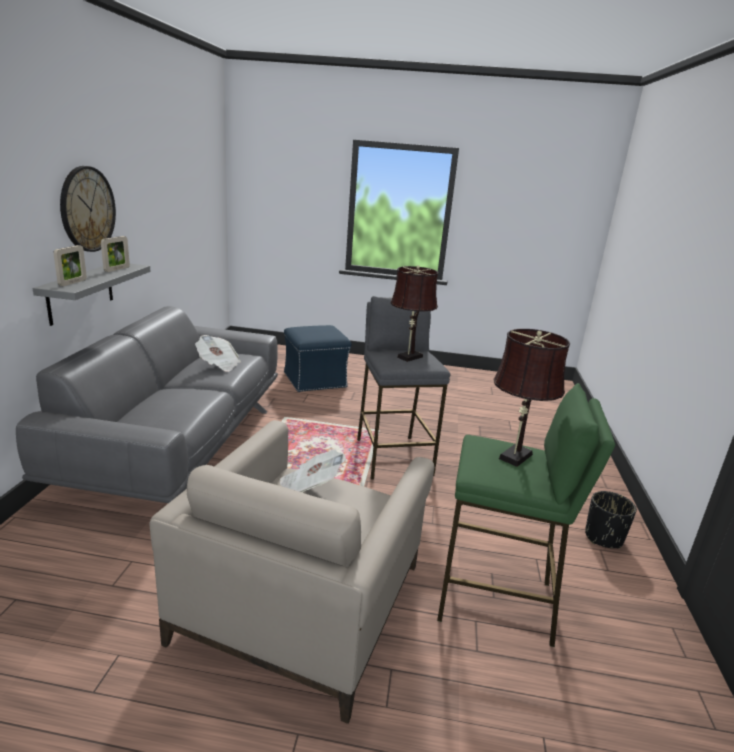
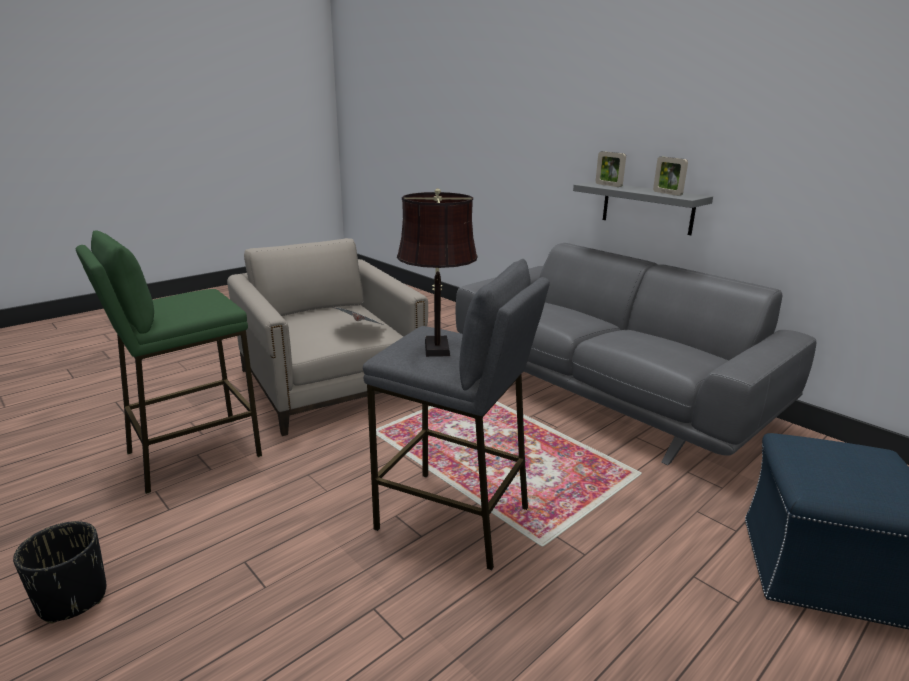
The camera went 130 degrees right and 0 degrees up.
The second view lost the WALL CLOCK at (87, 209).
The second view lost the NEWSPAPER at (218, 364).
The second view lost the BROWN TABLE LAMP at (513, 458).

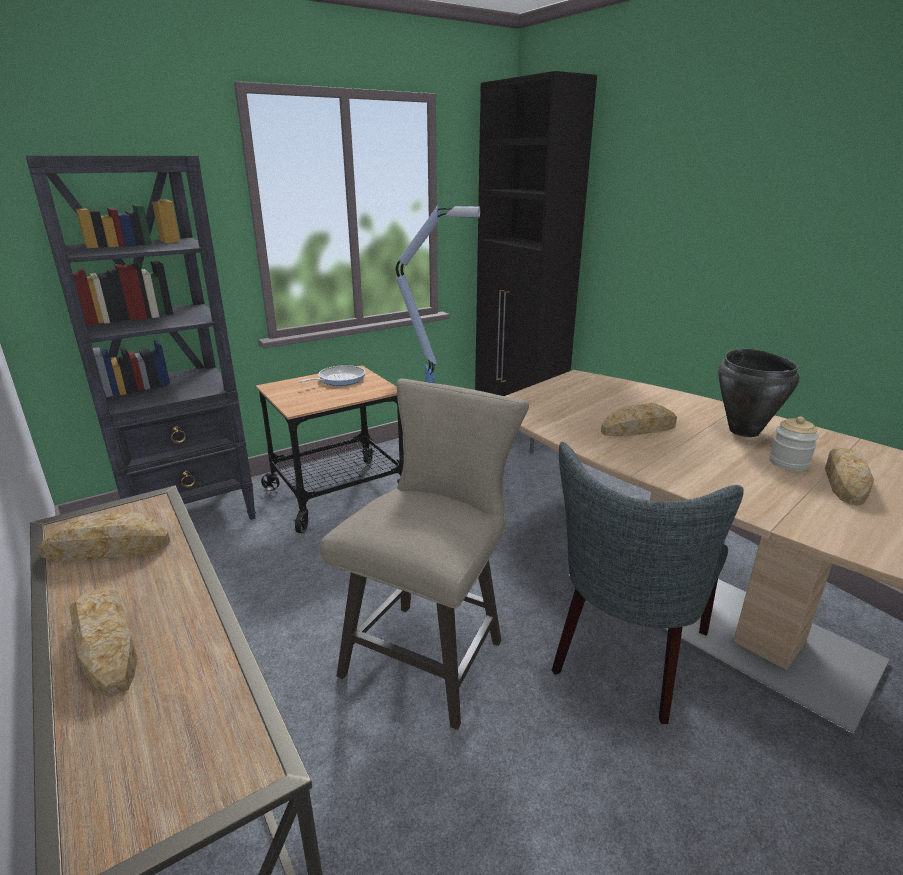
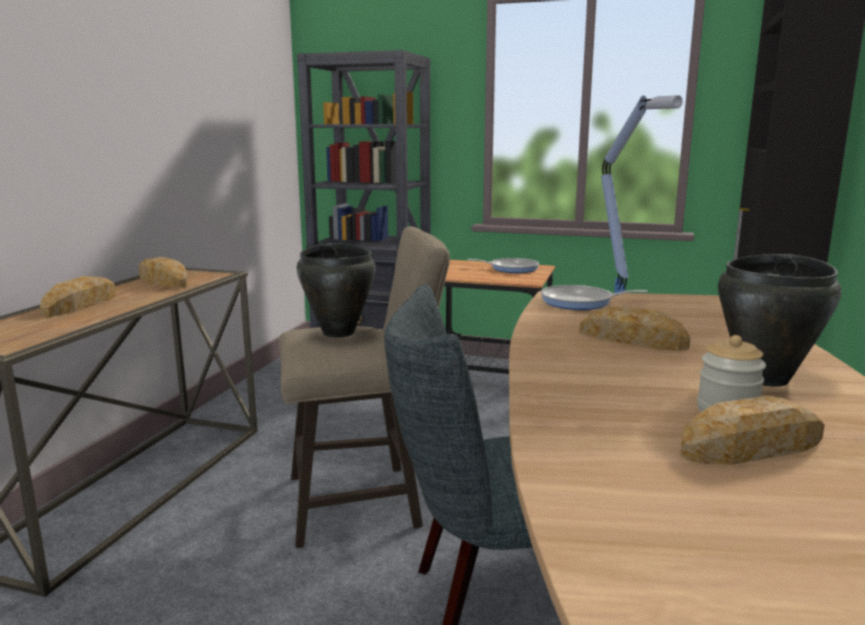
The camera went 50 degrees right and 10 degrees down.
The second view gained the BLACK COOKING POT at (339, 332).
The second view gained the FRYING PAN at (580, 302).

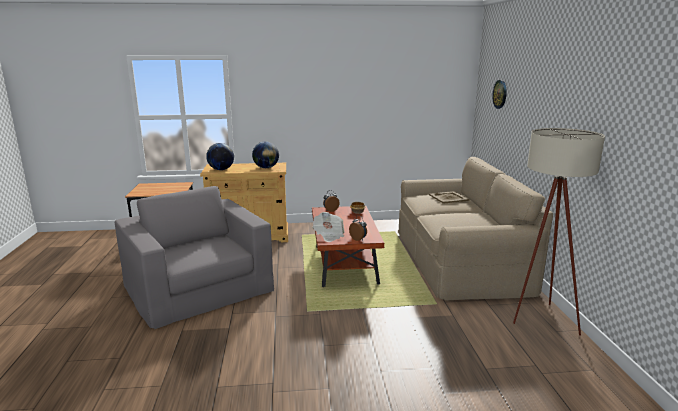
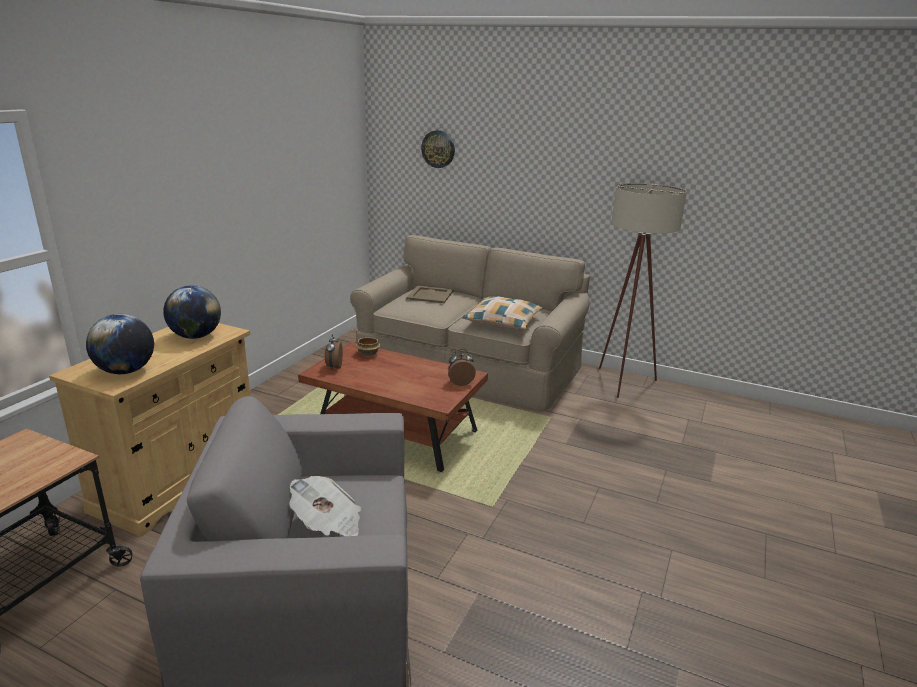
The camera went 60 degrees left and 5 degrees up.
The NEWSPAPER ended up elsewhere, having gone from (328, 235) to (328, 523).
The second view gained the PILLOW at (503, 321).

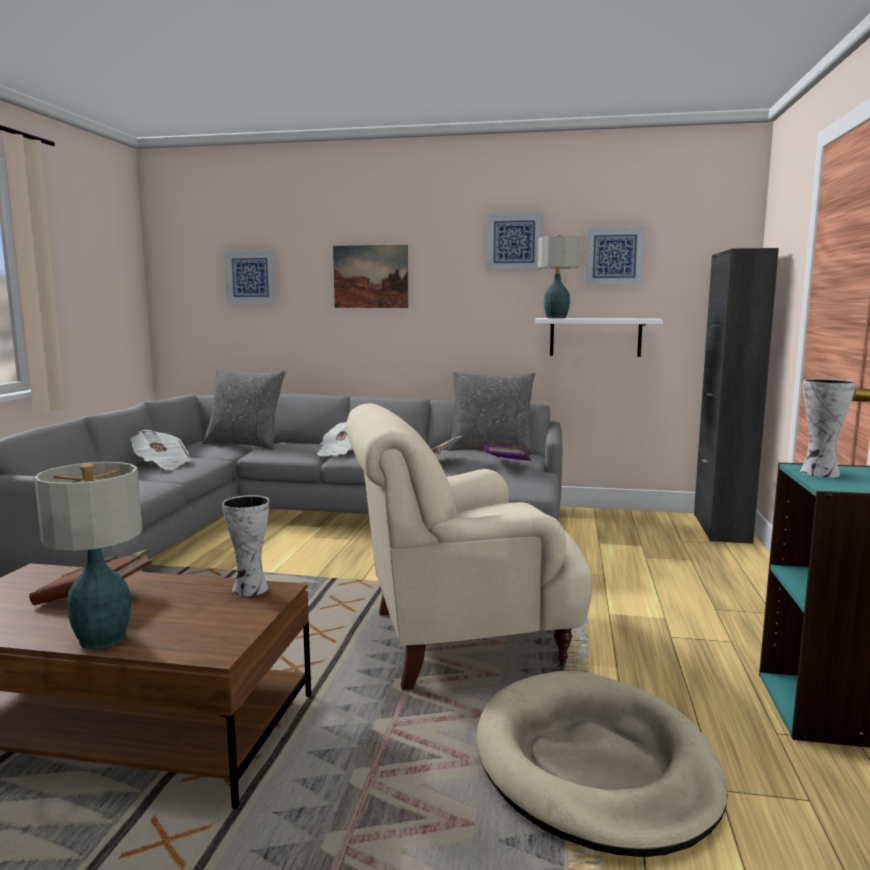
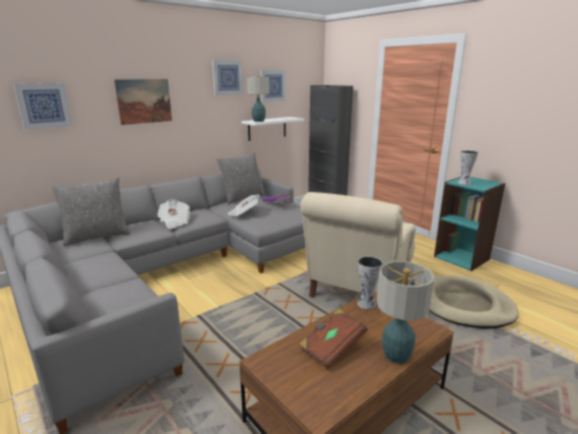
The camera went 50 degrees left and 10 degrees up.
The second view lost the NEWSPAPER at (162, 464).

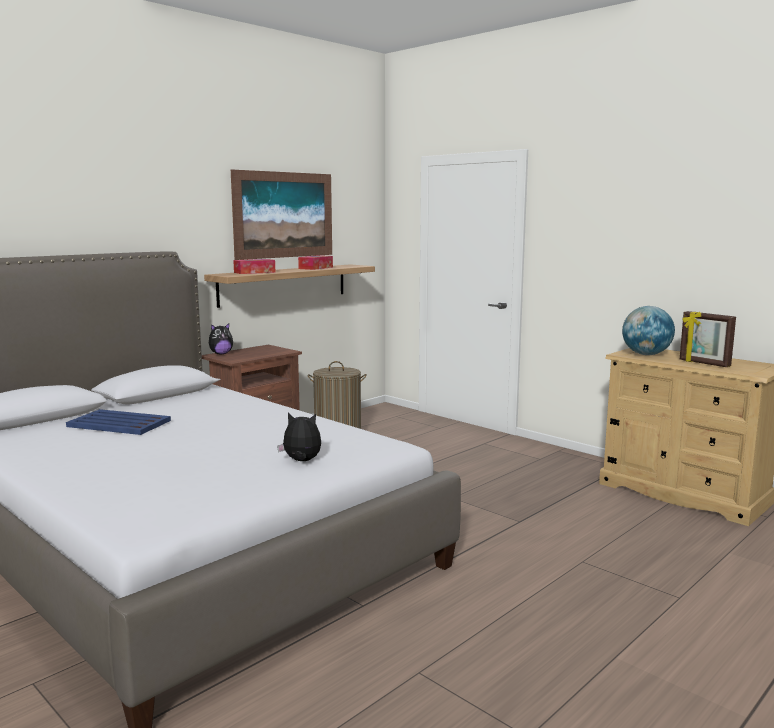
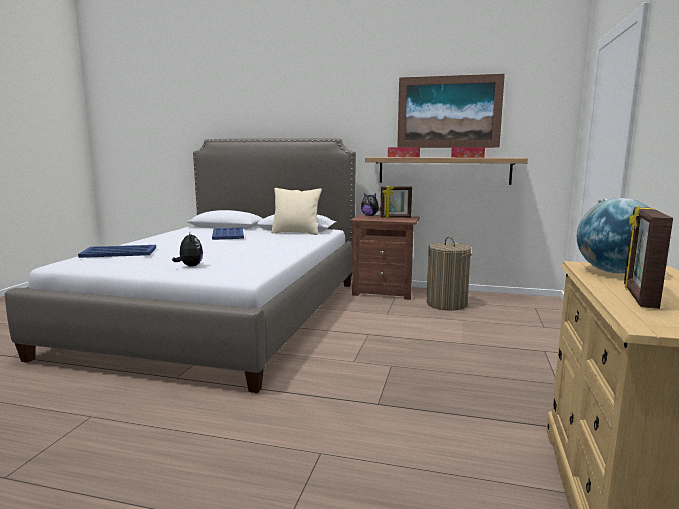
The camera went 60 degrees right and 0 degrees up.
The second view gained the BLUE TRAY at (118, 252).
The second view gained the BEIGE PILLOW at (296, 233).
The second view gained the PICTURE FRAME at (395, 217).

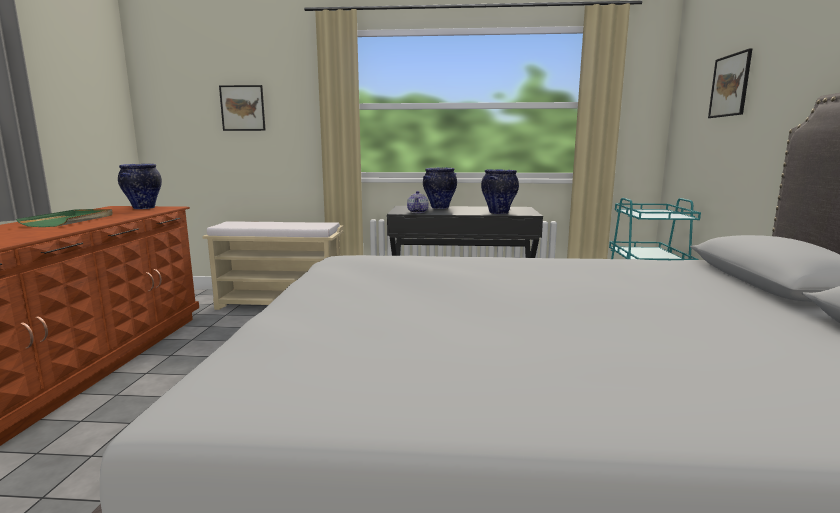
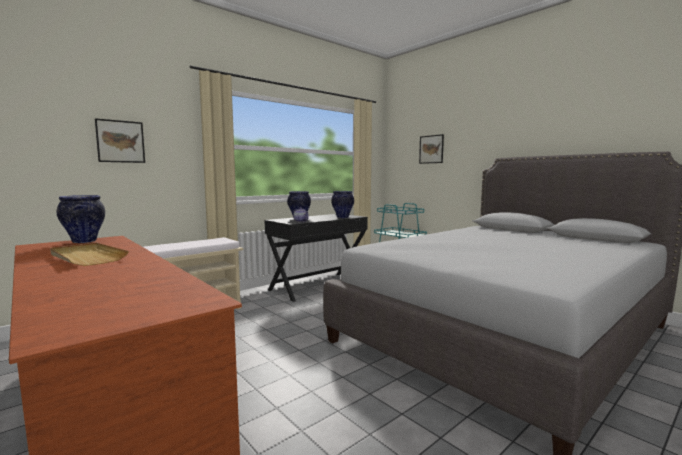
The camera went 45 degrees left and 5 degrees down.
What was the GREEN TRAY at (71, 220) turned into the BEIGE TRAY at (87, 257).

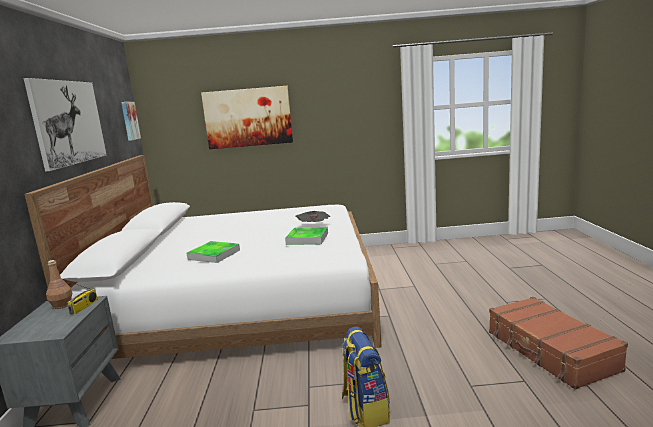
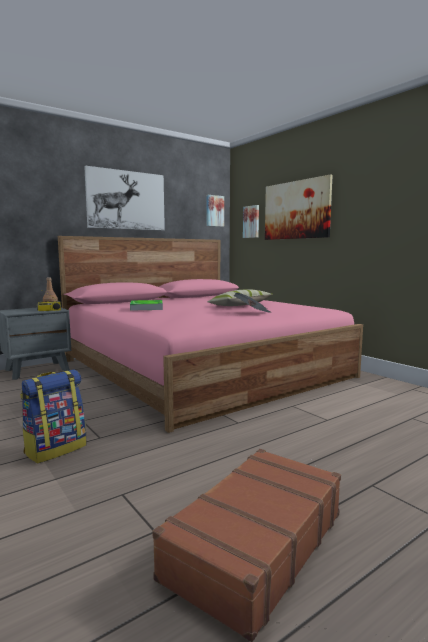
The camera went 55 degrees right and 5 degrees down.
What was the WHITE BED at (244, 299) turned into the PINK BED at (202, 368).
The second view gained the PILLOW at (240, 305).
The second view gained the PICTURE at (251, 222).
The second view lost the TRAY at (307, 238).

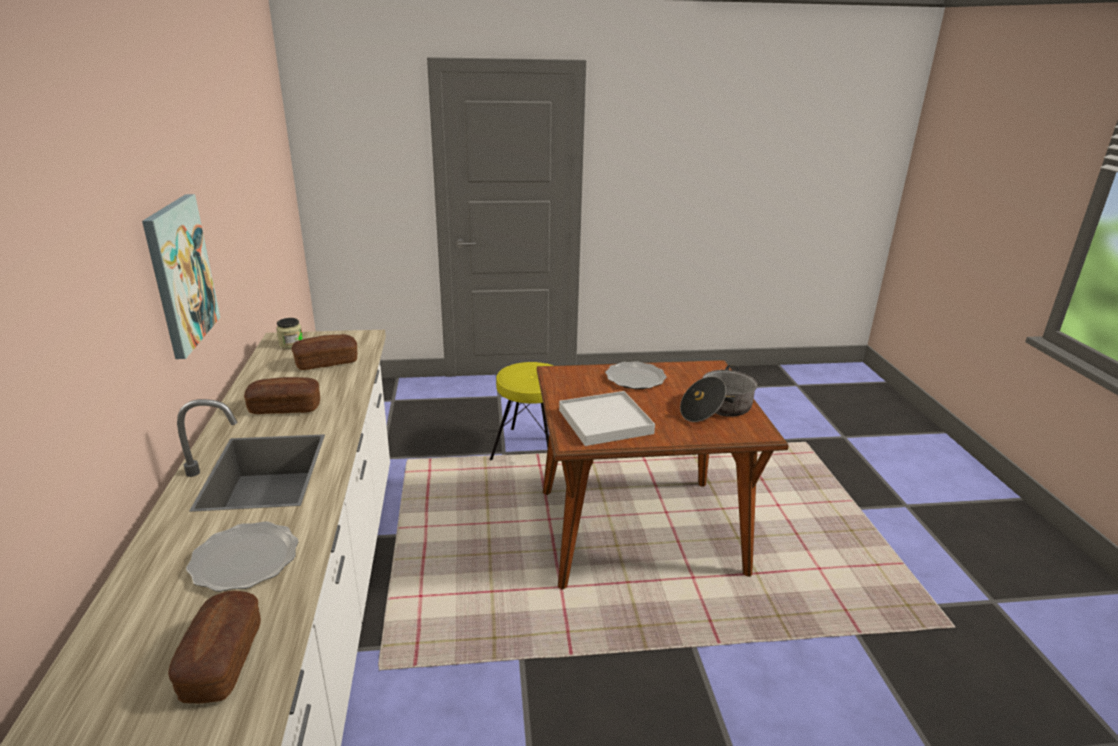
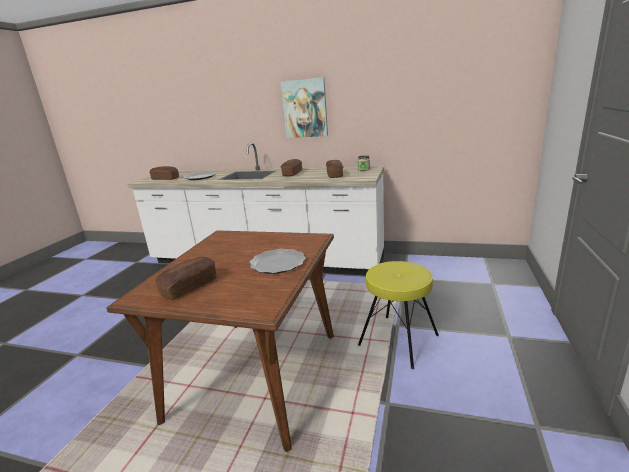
The camera went 115 degrees right and 5 degrees down.
Where the COOKING POT stood at (716, 409), the BREAD came to stand at (189, 287).
The second view lost the WHITE TRAY at (605, 421).

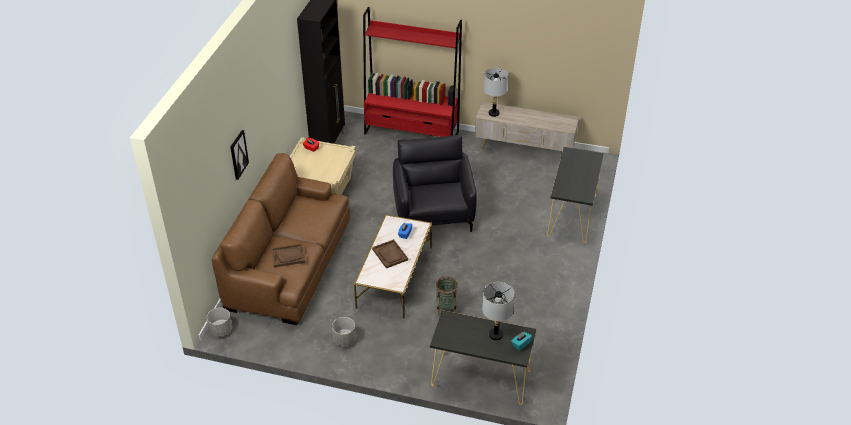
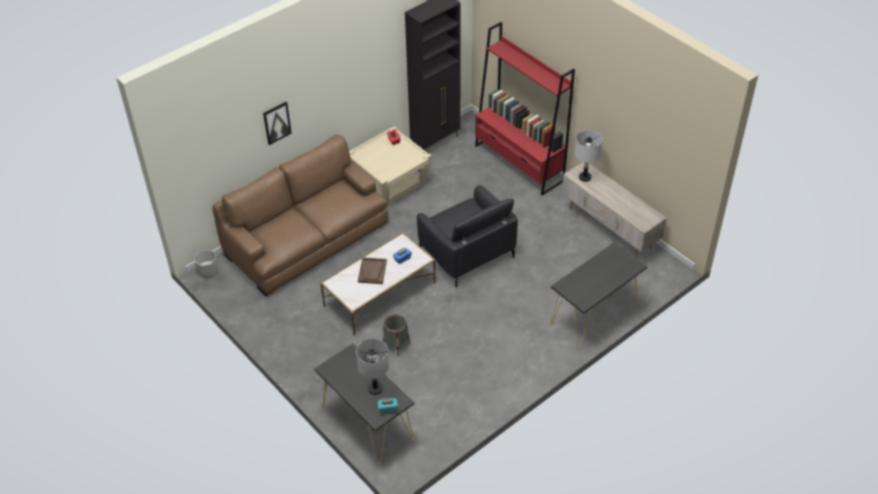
The camera went 35 degrees right and 5 degrees up.
The BLACK ARMCHAIR at (434, 214) ended up facing another way, 120 degrees clockwise from before.
The second view lost the BROWN TRAY at (288, 256).
The second view lost the GREY PLANTER at (344, 340).

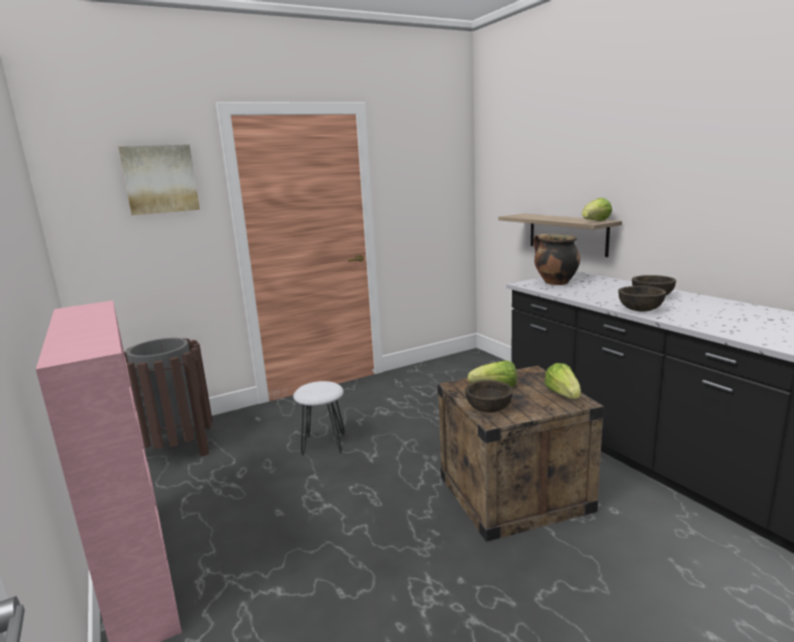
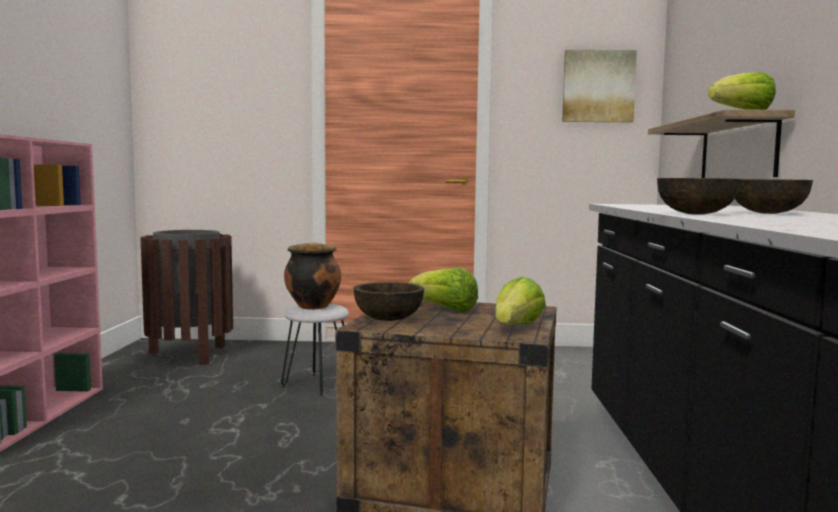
The camera went 30 degrees right and 10 degrees down.
The COOKING POT ended up elsewhere, having gone from (554, 282) to (312, 306).
The PICTURE ended up elsewhere, having gone from (160, 179) to (598, 86).

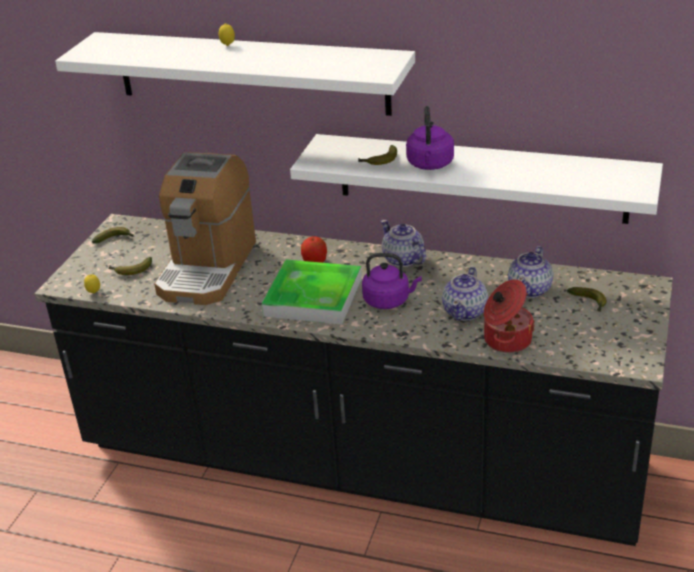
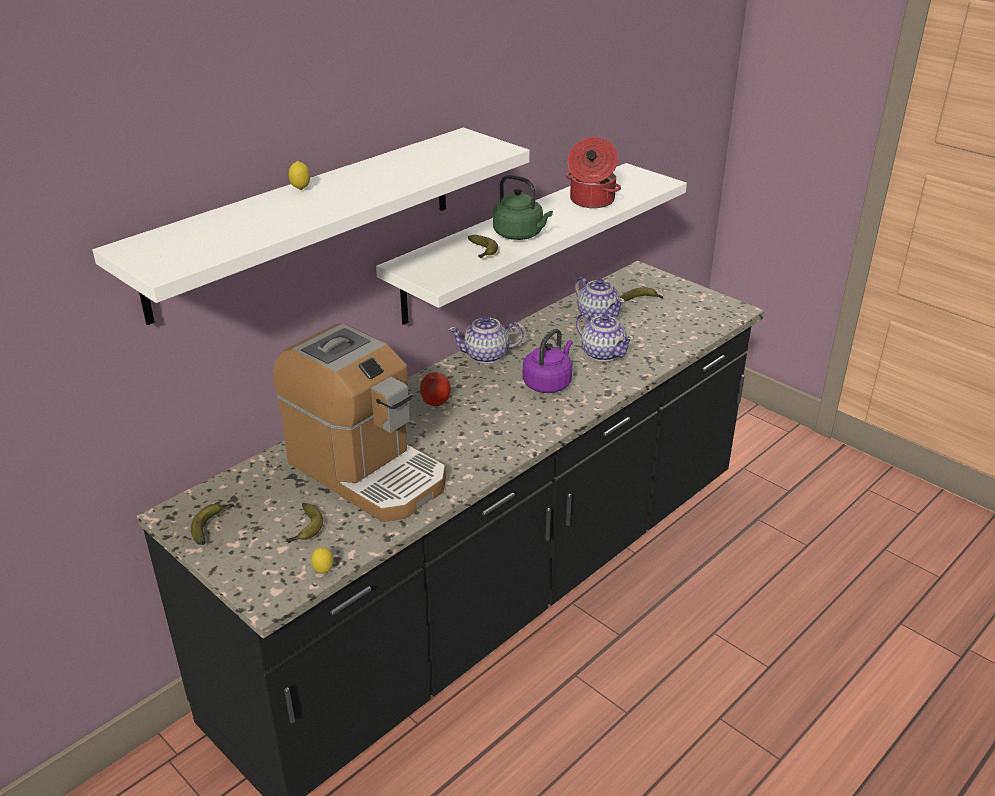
The camera went 65 degrees left and 0 degrees up.
What was the PURPLE KETTLE at (430, 165) turned into the GREEN KETTLE at (520, 235).
The COOKING POT ended up elsewhere, having gone from (506, 340) to (591, 201).
The second view lost the TRAY at (313, 297).

